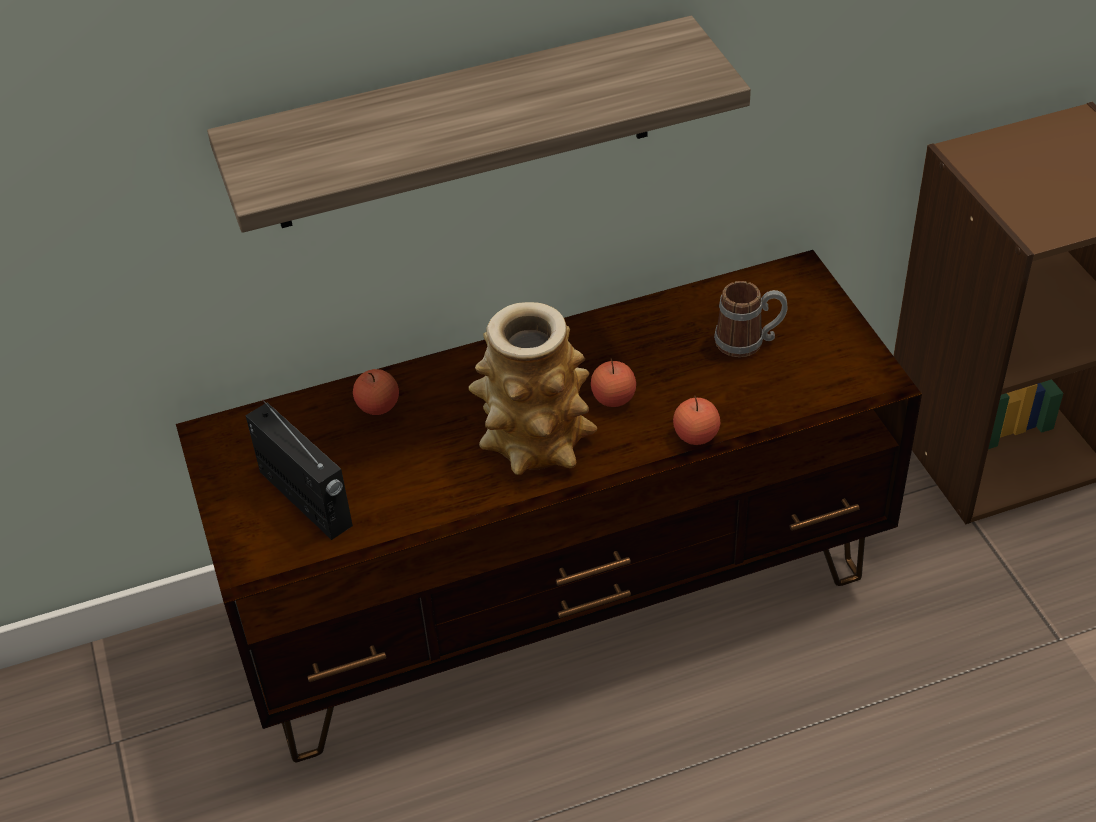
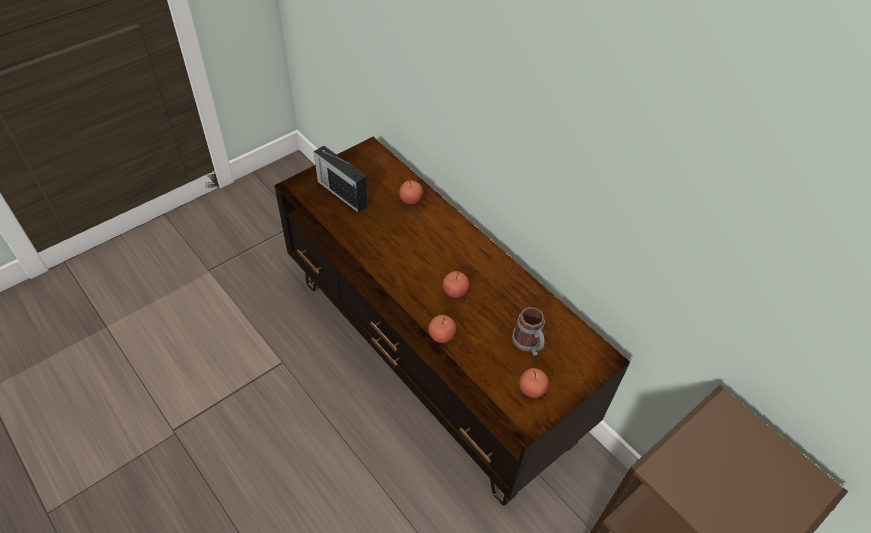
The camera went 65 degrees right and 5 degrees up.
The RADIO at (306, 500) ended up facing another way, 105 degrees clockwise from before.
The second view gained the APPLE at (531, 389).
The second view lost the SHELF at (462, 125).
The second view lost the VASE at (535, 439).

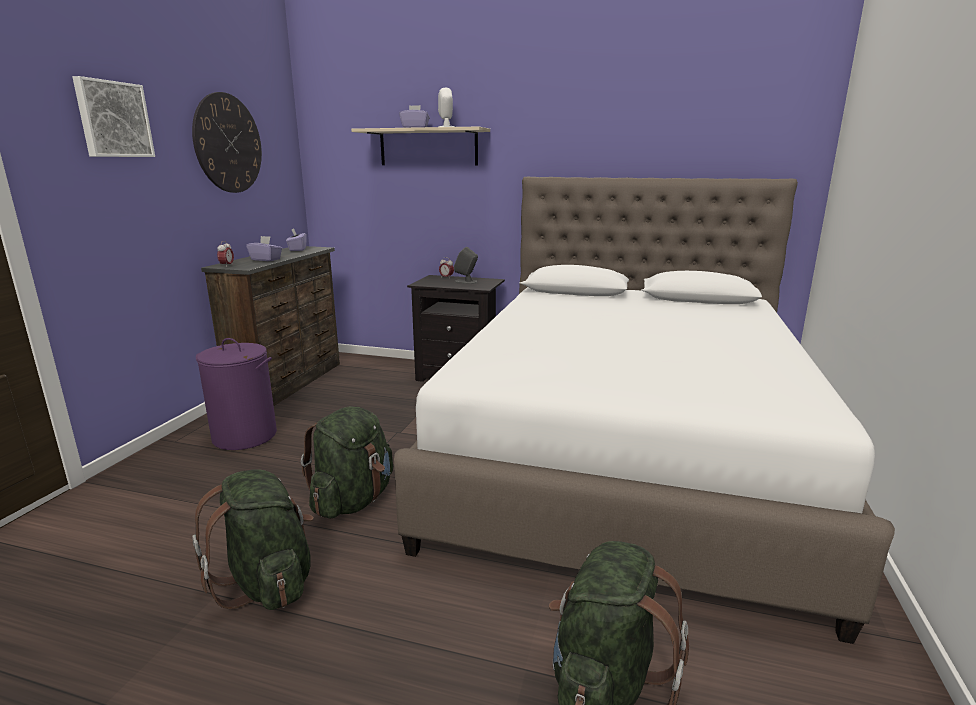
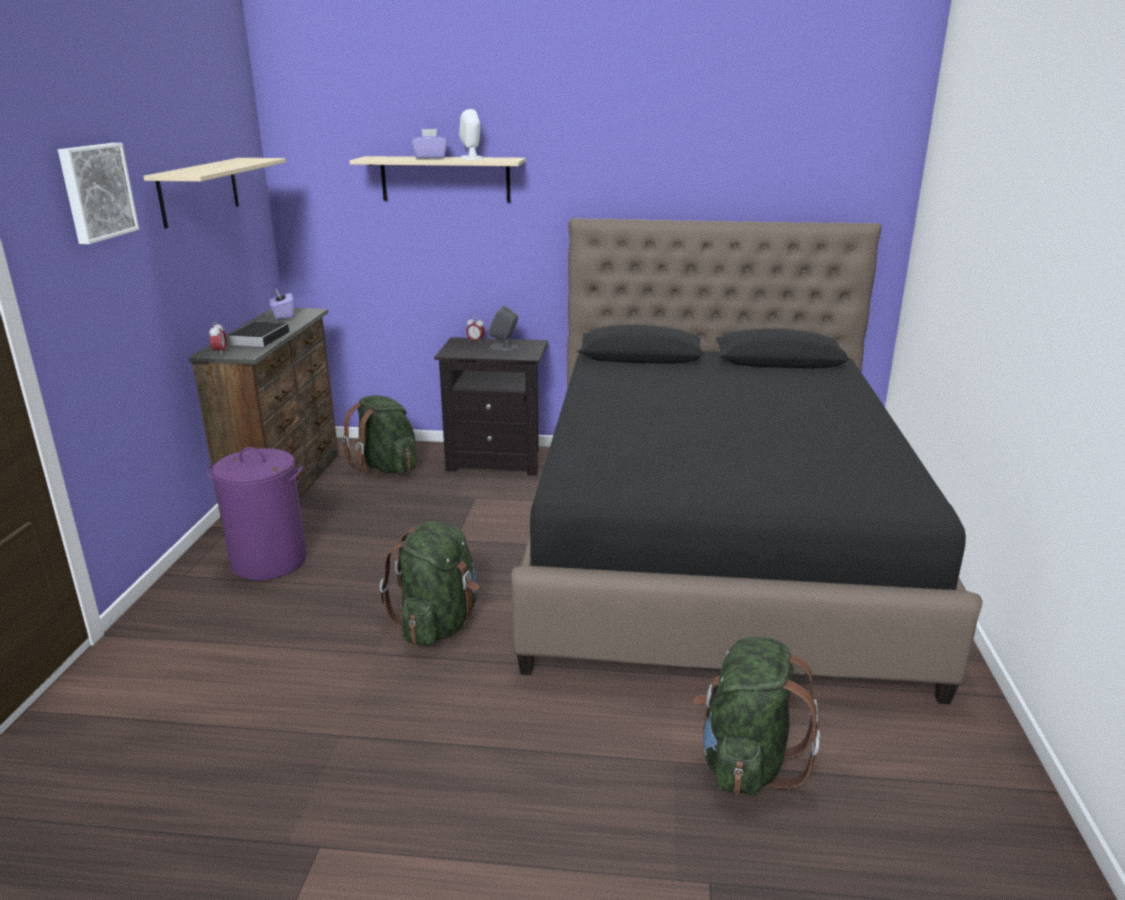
The camera went 10 degrees left and 5 degrees up.
Where the WALL CLOCK hung at (228, 143), the BEIGE SHELF came to hang at (199, 191).
Where the PURPLE TISSUE BOX stood at (266, 259), the BOOK came to stand at (260, 338).
The GREEN BACKPACK ended up elsewhere, having gone from (267, 582) to (386, 468).
What was the WHITE BED at (625, 456) turned into the BLACK BED at (715, 545).

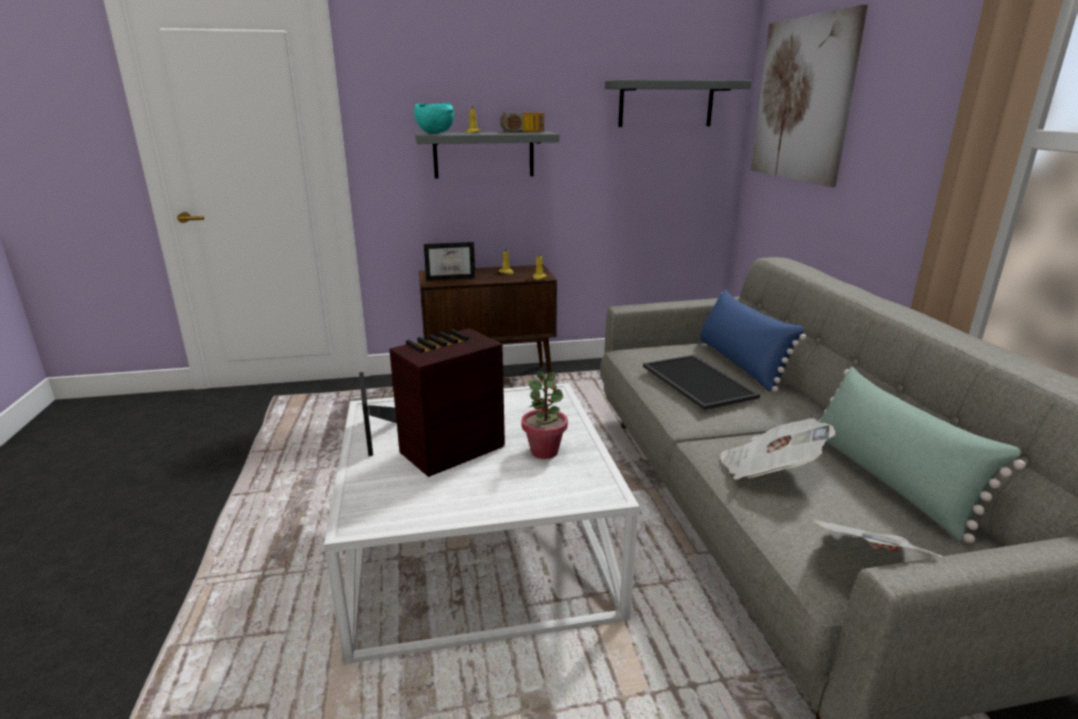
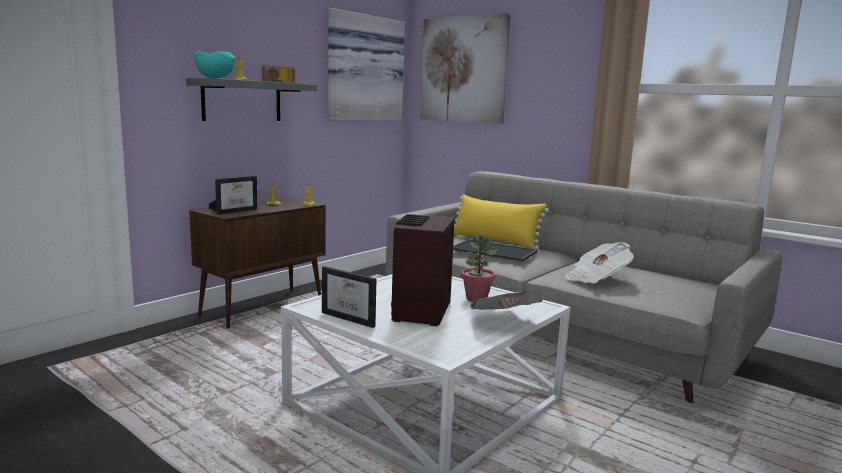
The camera went 40 degrees left and 10 degrees down.
Where the GREY SHELF hung at (666, 104), the PICTURE came to hang at (363, 68).
What was the BLUE PILLOW at (740, 364) turned into the YELLOW PILLOW at (494, 241).
The NEWSPAPER ended up elsewhere, having gone from (872, 564) to (504, 321).
The second view lost the GREEN PILLOW at (887, 481).

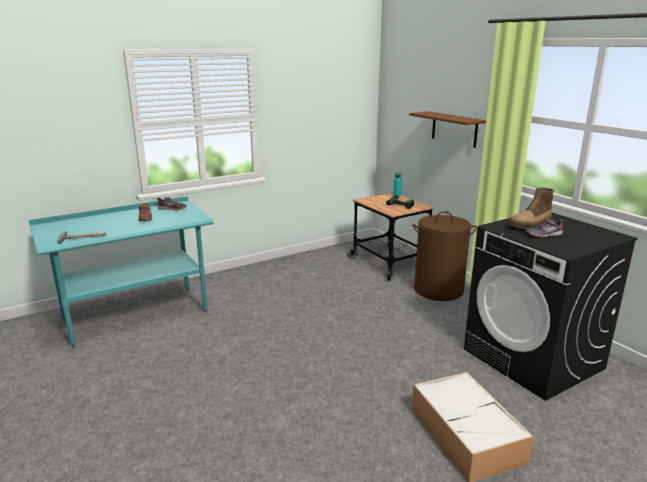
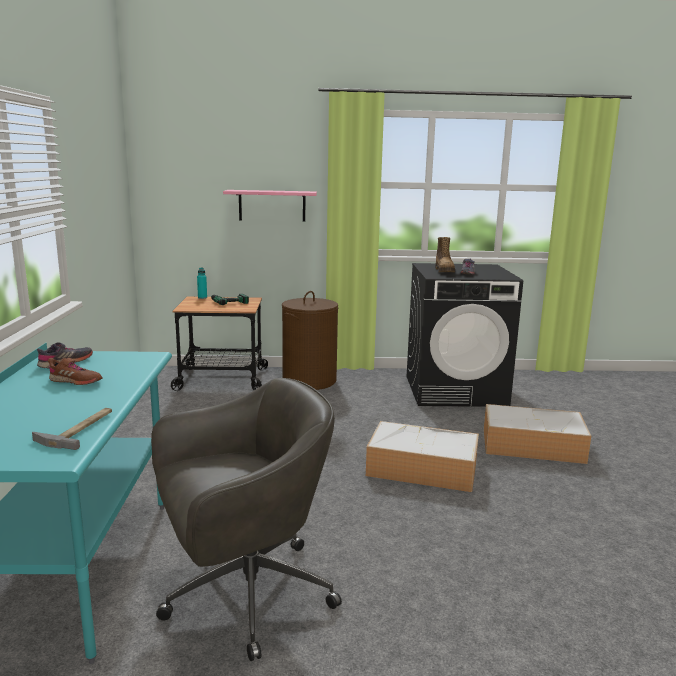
The camera went 60 degrees left and 5 degrees down.
The second view gained the GREY OFFICE CHAIR at (244, 594).
What was the BROWN SHELF at (454, 129) turned into the PINK SHELF at (272, 205).
The second view gained the STORAGE BOX at (420, 468).

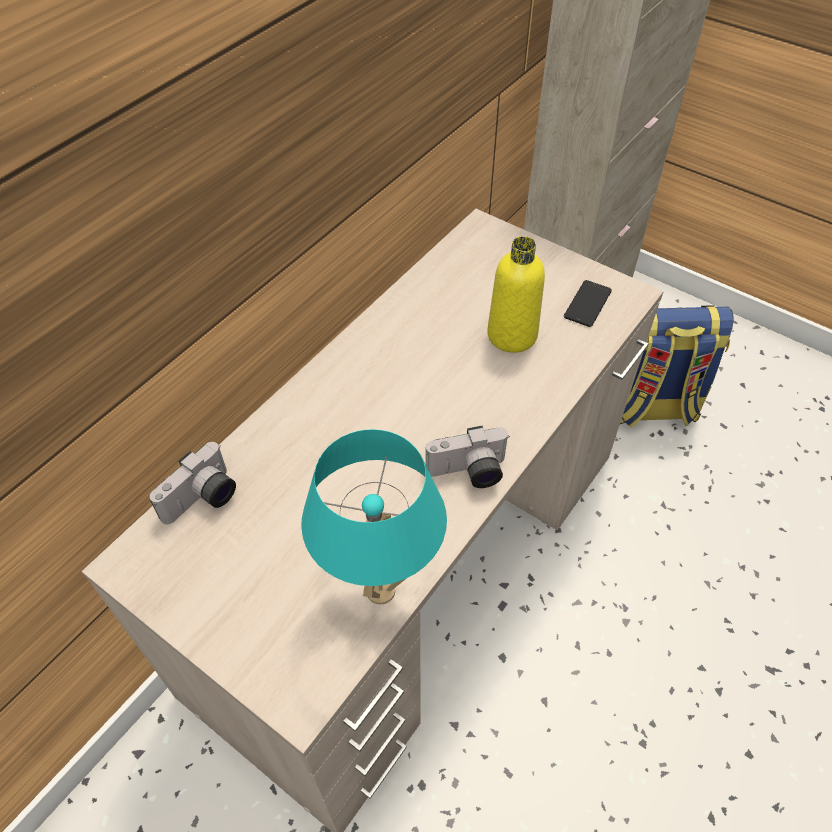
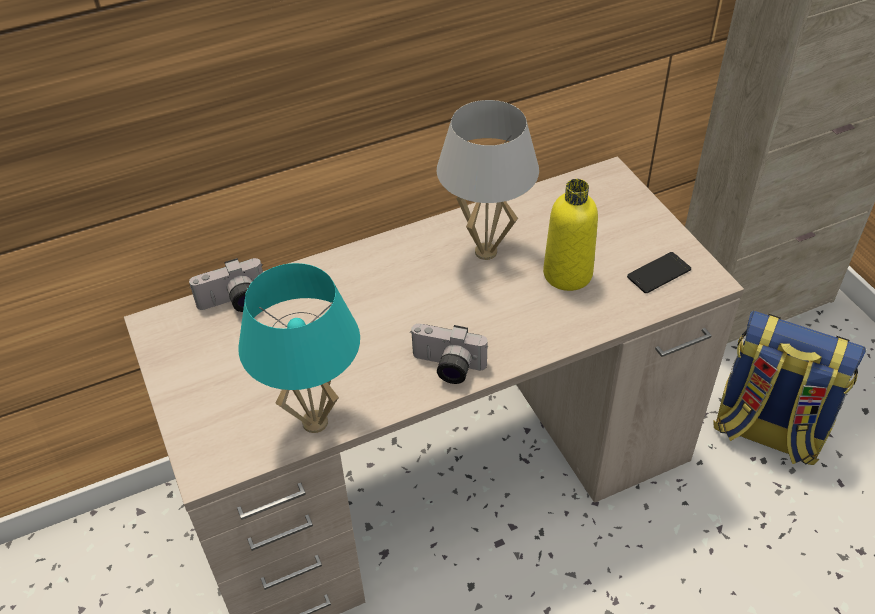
The camera went 30 degrees right and 5 degrees down.
The second view gained the WHITE TABLE LAMP at (485, 251).

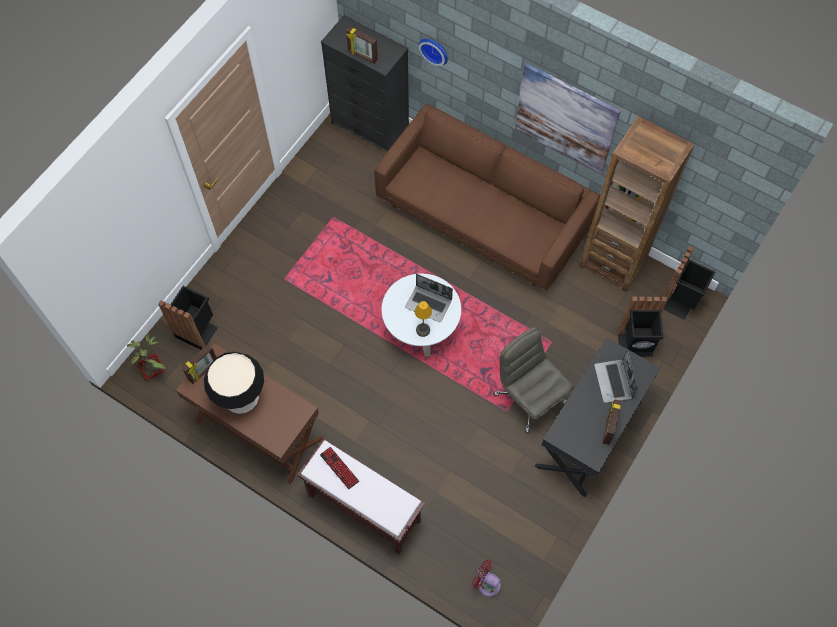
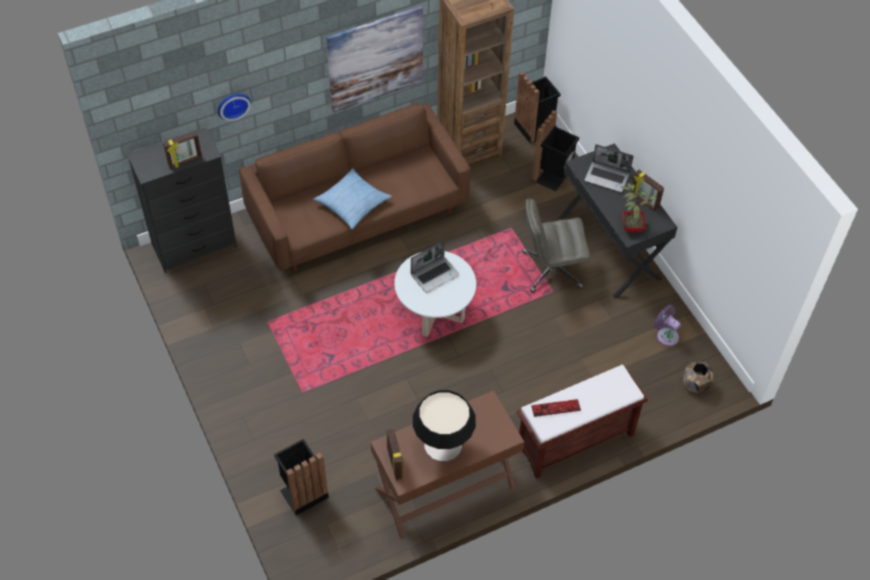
The camera went 60 degrees left and 10 degrees down.
The second view gained the PILLOW at (352, 203).
The POTTED PLANT ended up elsewhere, having gone from (154, 370) to (632, 226).
The second view gained the PURPLE FAN at (665, 335).
Where the RED FAN stood at (486, 583), the BROWN PLANTER came to stand at (695, 384).
The second view lost the TABLE LAMP at (423, 330).

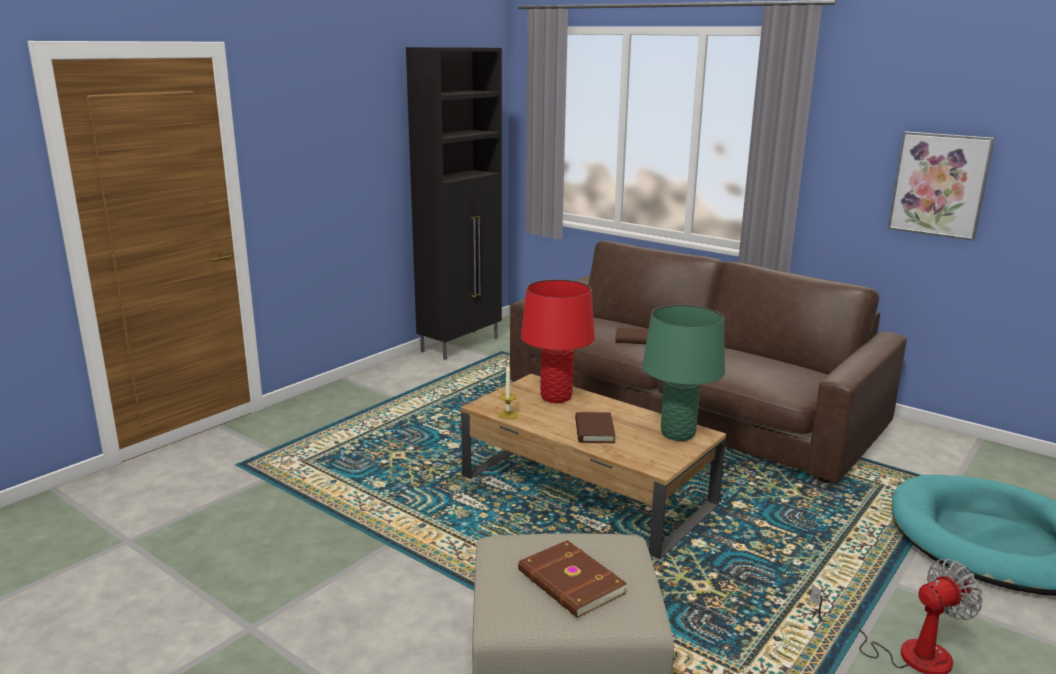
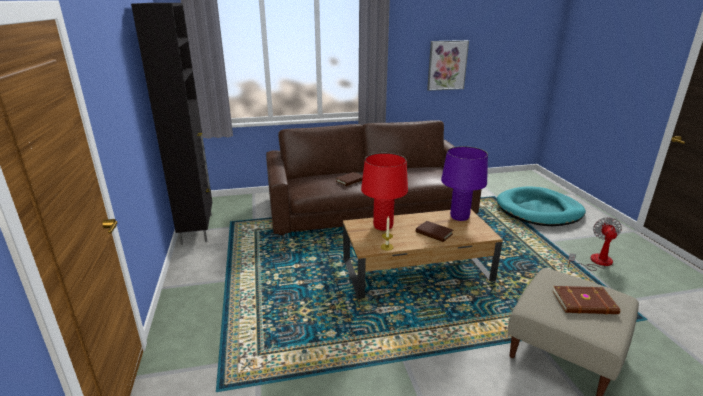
The camera went 50 degrees left and 5 degrees up.
What was the GREEN TABLE LAMP at (677, 434) turned into the PURPLE TABLE LAMP at (459, 217).

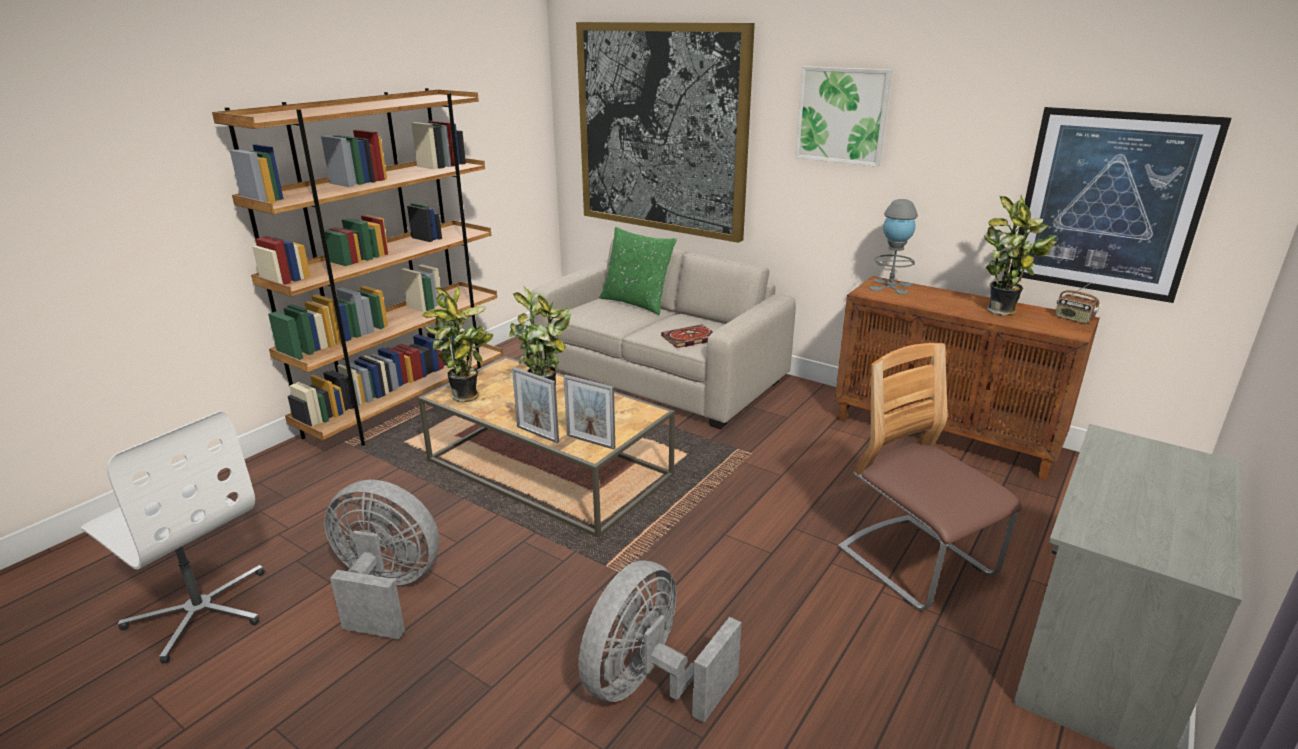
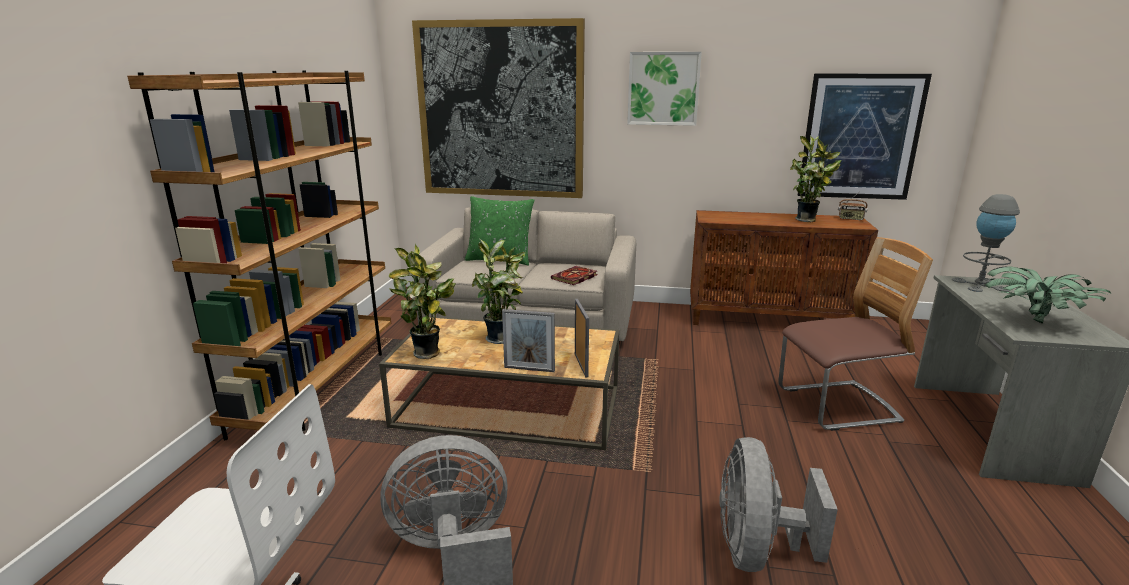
The camera went 25 degrees left and 5 degrees down.
The PICTURE FRAME at (590, 442) ended up facing another way, 105 degrees counterclockwise from before.
The CHAIR at (915, 563) ended up facing another way, 135 degrees clockwise from before.
The GREY TABLE LAMP ended up elsewhere, having gone from (890, 286) to (979, 285).
The second view gained the POTTED PLANT at (1033, 321).

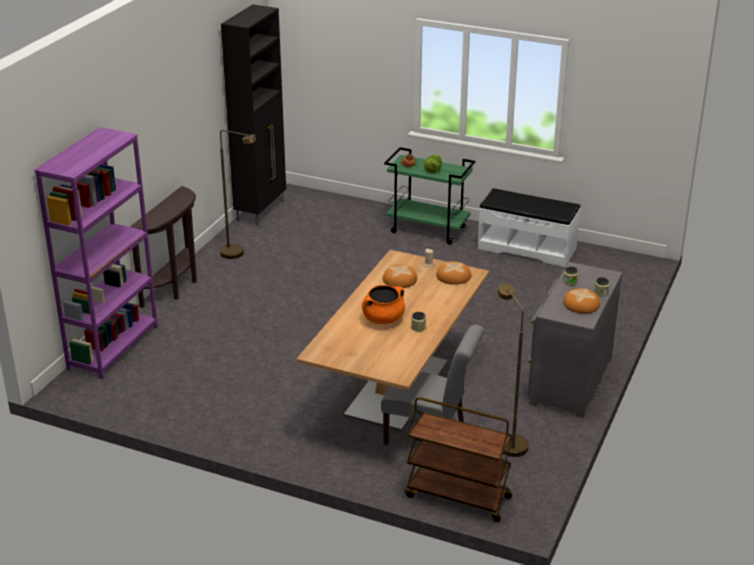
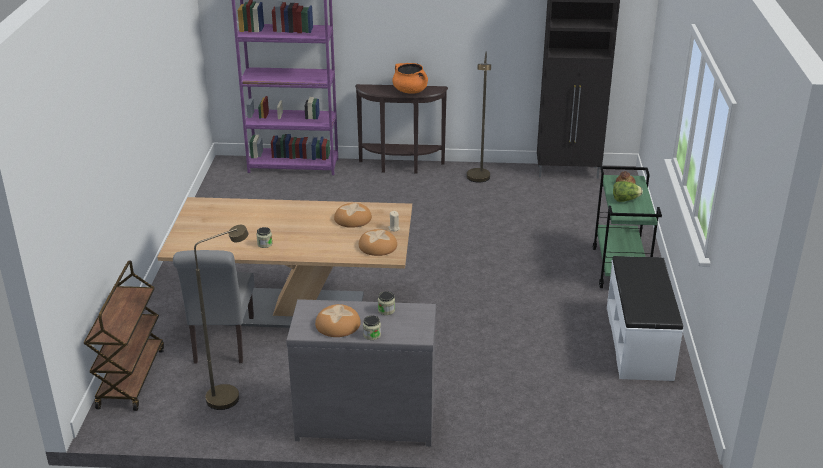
The camera went 70 degrees right and 0 degrees up.
The ORANGE COOKING POT ended up elsewhere, having gone from (383, 319) to (410, 91).

